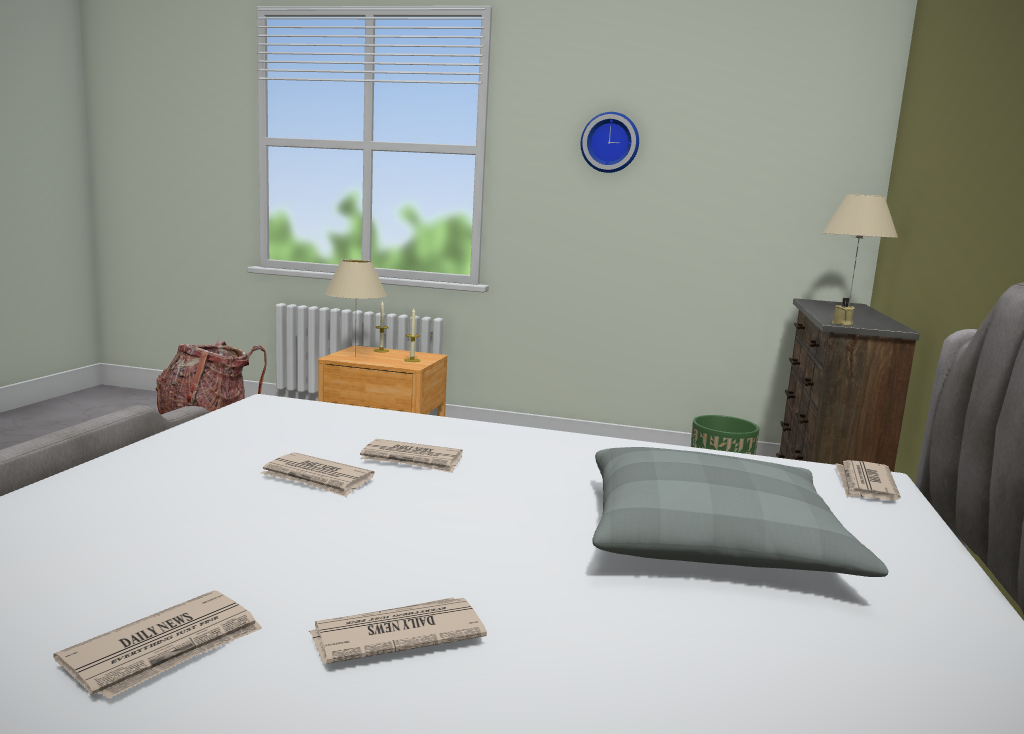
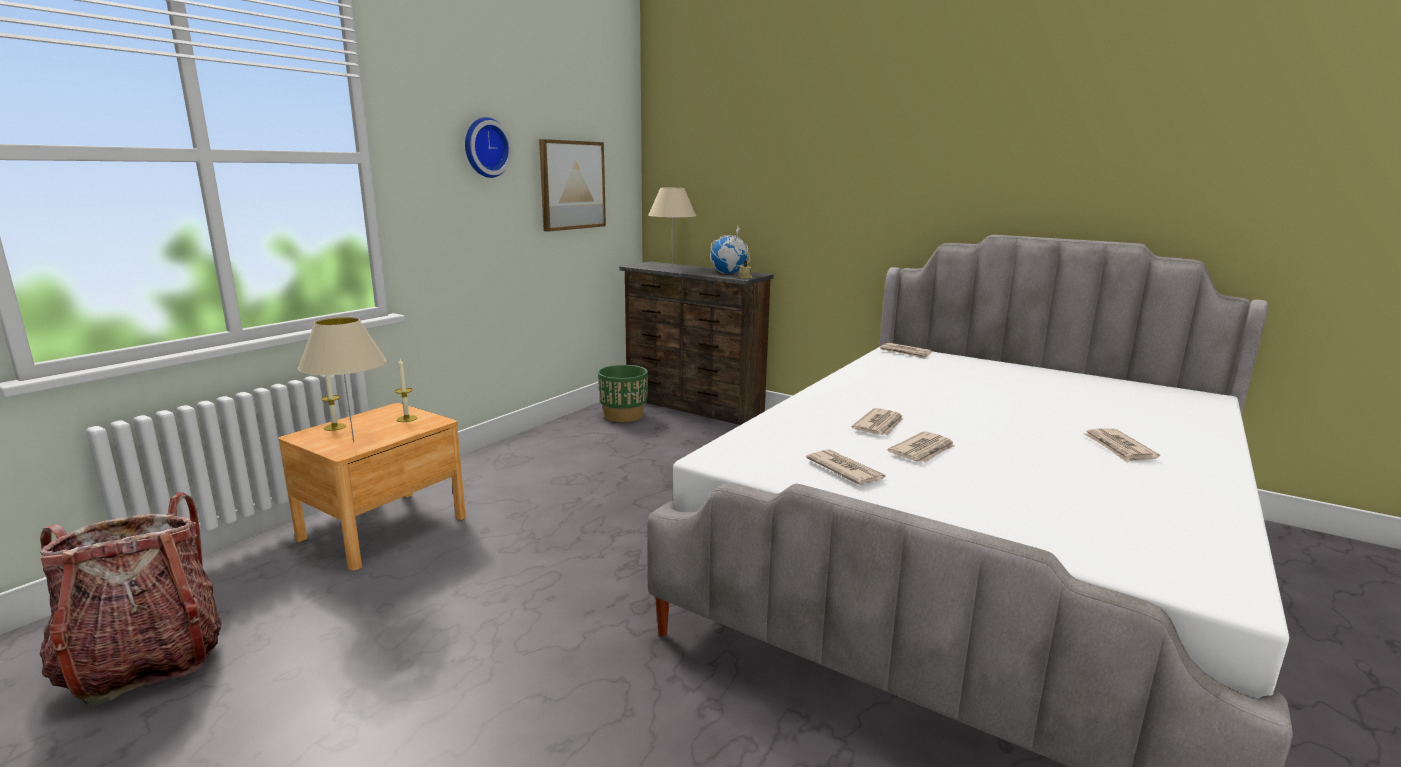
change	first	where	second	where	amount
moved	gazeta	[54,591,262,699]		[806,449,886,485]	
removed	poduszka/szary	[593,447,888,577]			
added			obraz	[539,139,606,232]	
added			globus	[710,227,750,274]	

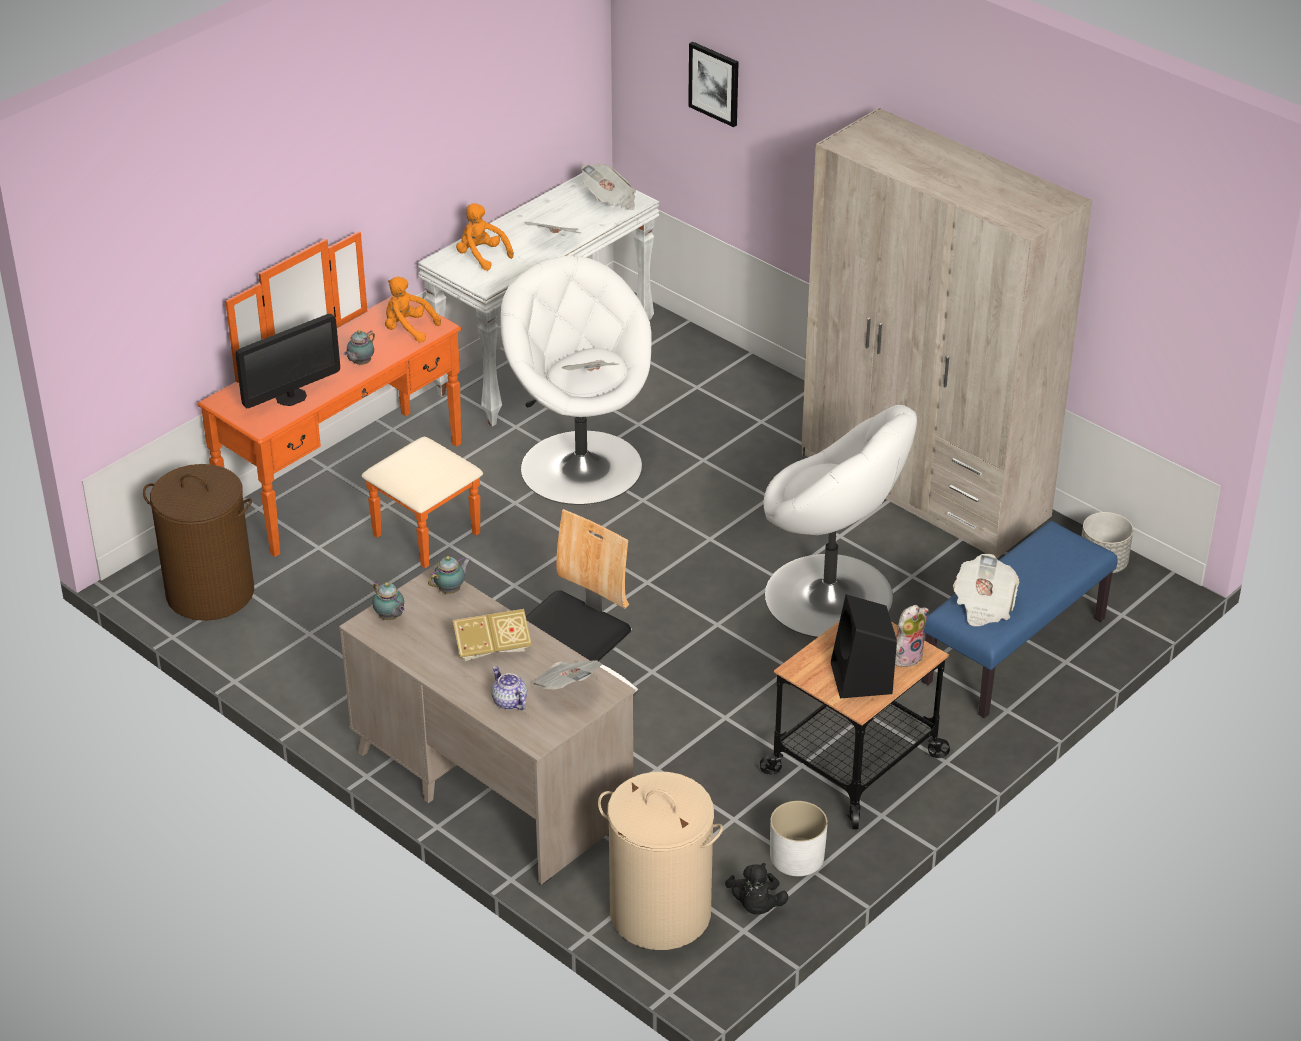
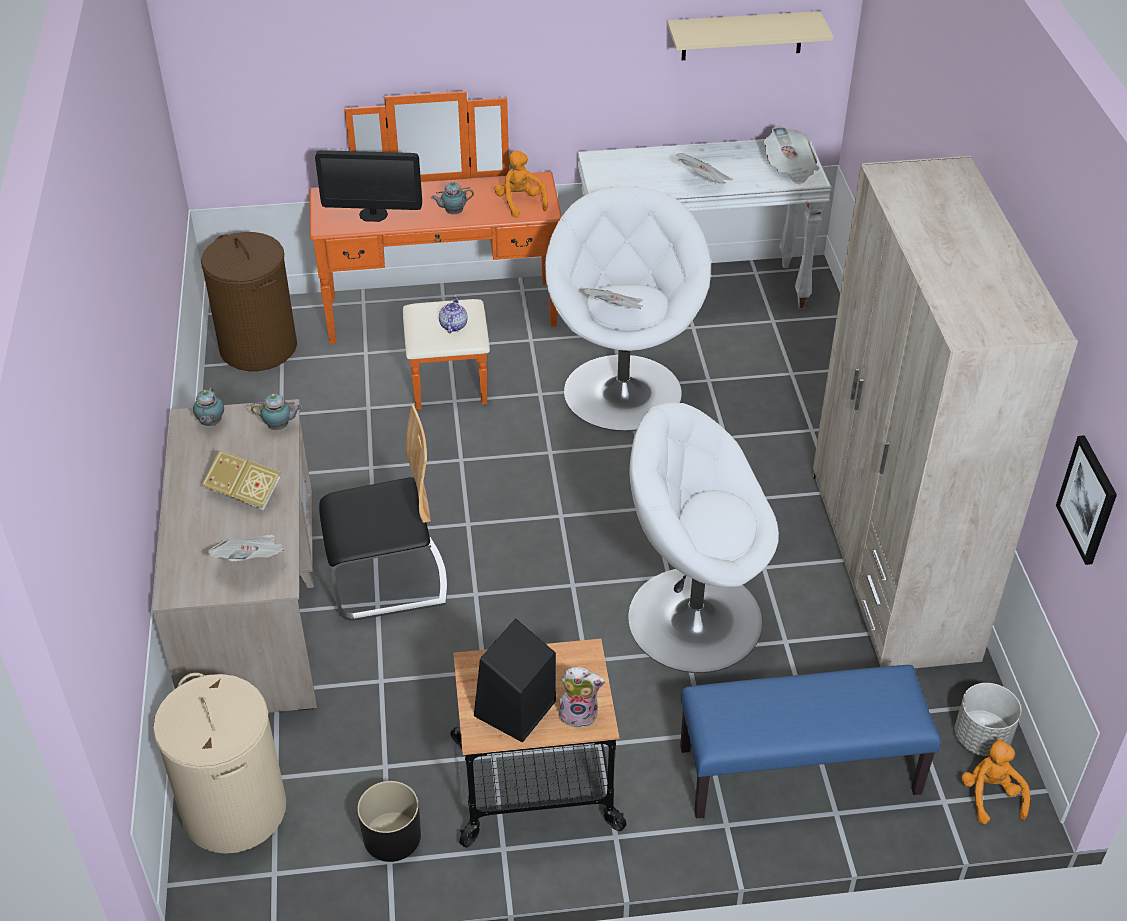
change	first	where	second	where	amount
moved	pluszak/pomarańczowy	[456,203,514,271]		[962,738,1030,824]	
moved	imbryk	[492,666,527,710]		[439,295,468,333]	
moved	obraz	[688,42,738,127]		[1056,435,1117,565]	
removed	pluszak/czarny	[725,863,788,914]			
turned	fotel/biały	[764,405,917,638]		[628,403,779,673]	120 degrees clockwise
recoloured	donica/biały	[770,801,828,876]	donica/czarny	[357,781,421,862]	
removed	gazeta	[953,554,1019,626]			
added			półka/beżowy	[667,11,833,60]	

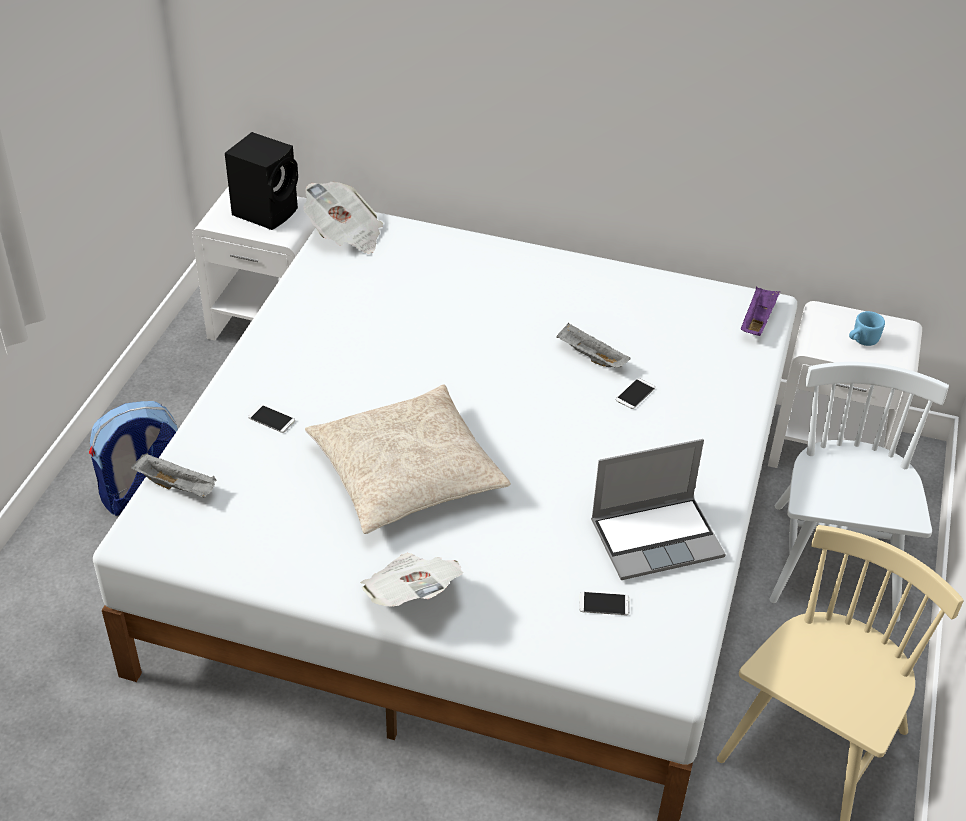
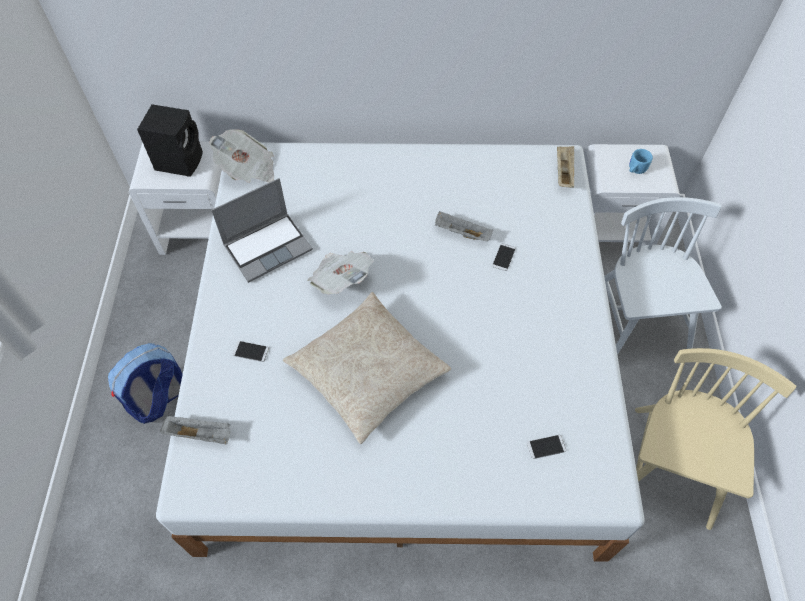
change	first	where	second	where	amount
moved	gazeta	[360,553,464,607]		[307,252,374,294]	
moved	laptop	[591,439,726,580]		[211,178,313,283]	
recoloured	taca/fioletowy	[741,287,780,336]	taca/beżowy	[557,146,574,188]	

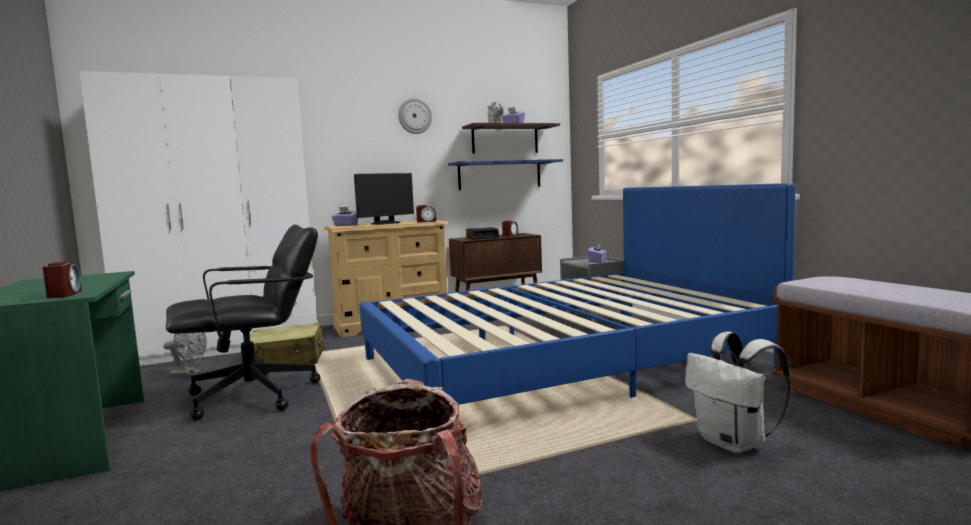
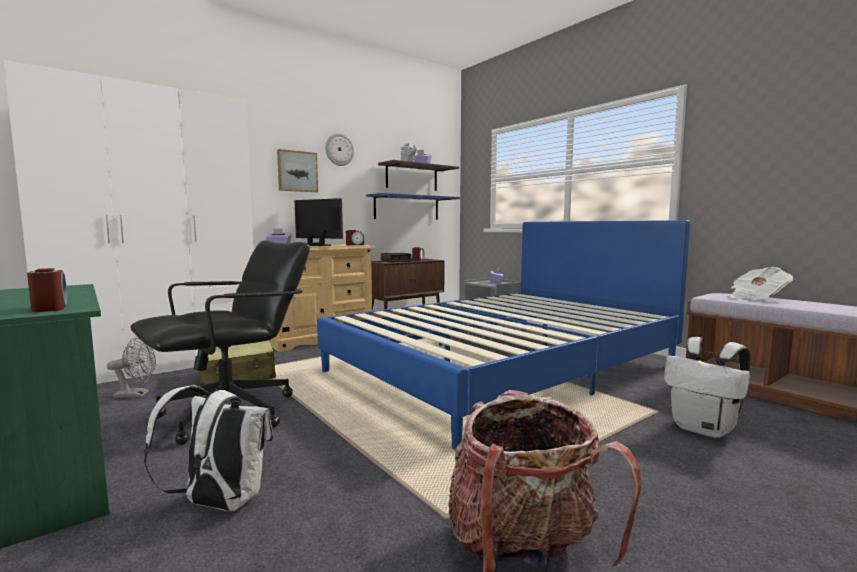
change	first	where	second	where	amount
turned	monitor	[354,173,414,225]		[295,198,343,246]	90 degrees counterclockwise
added			plecak/biały	[144,385,273,511]	
added			obraz	[277,149,318,192]	
added			gazeta	[730,267,793,299]	

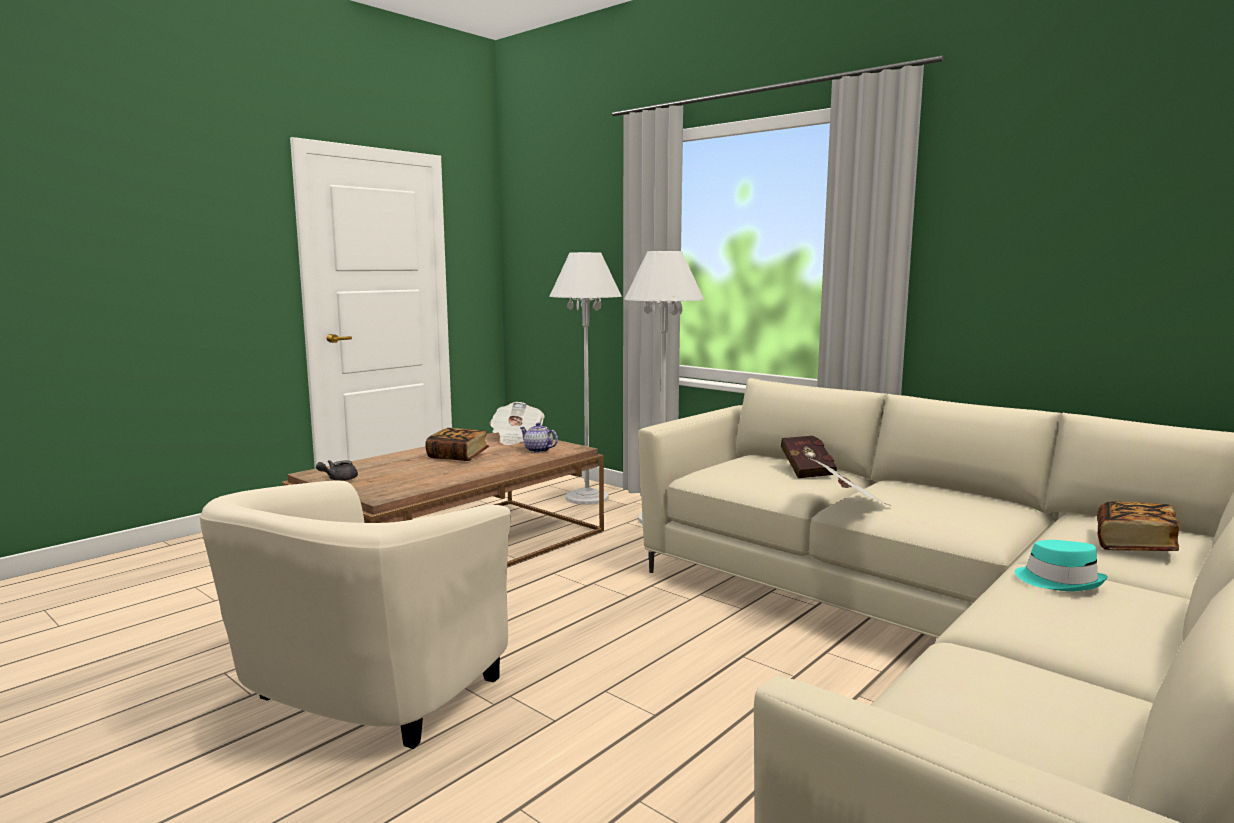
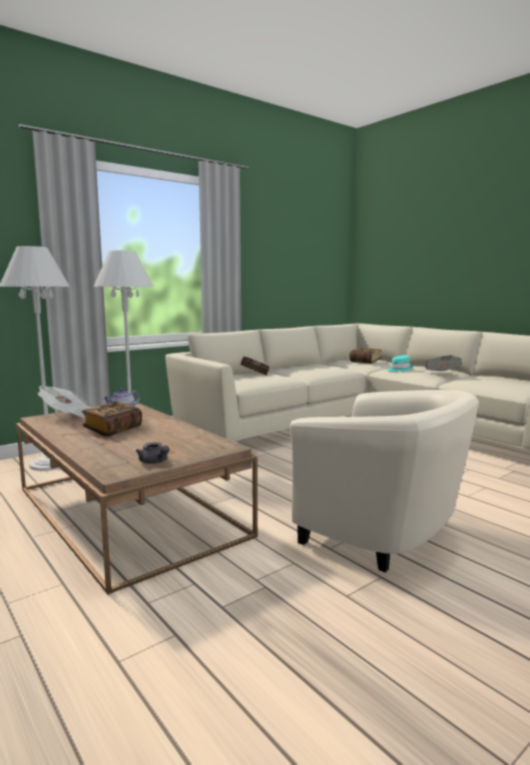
change	first	where	second	where	amount
moved	gazeta	[809,458,893,506]		[425,355,462,371]	

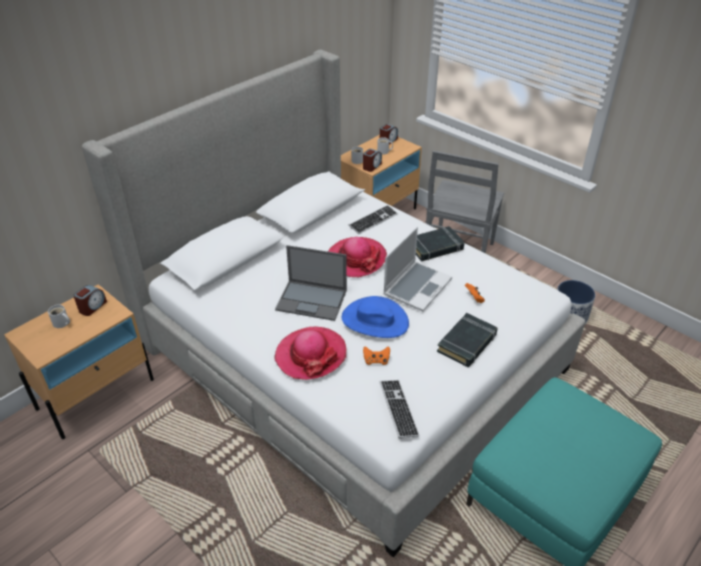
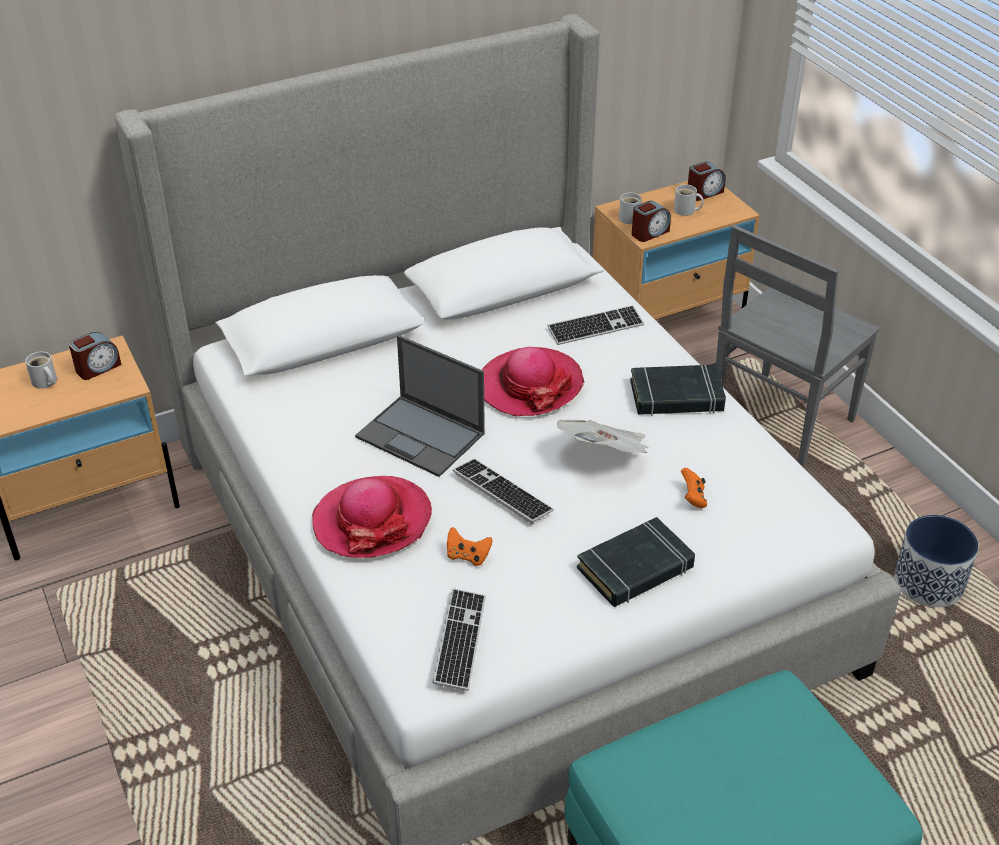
change	first	where	second	where	amount
replaced	kapelusz/niebieski	[342,296,409,338]	klawiatura	[453,458,554,524]	
replaced	laptop	[383,227,452,311]	gazeta	[557,420,649,453]	

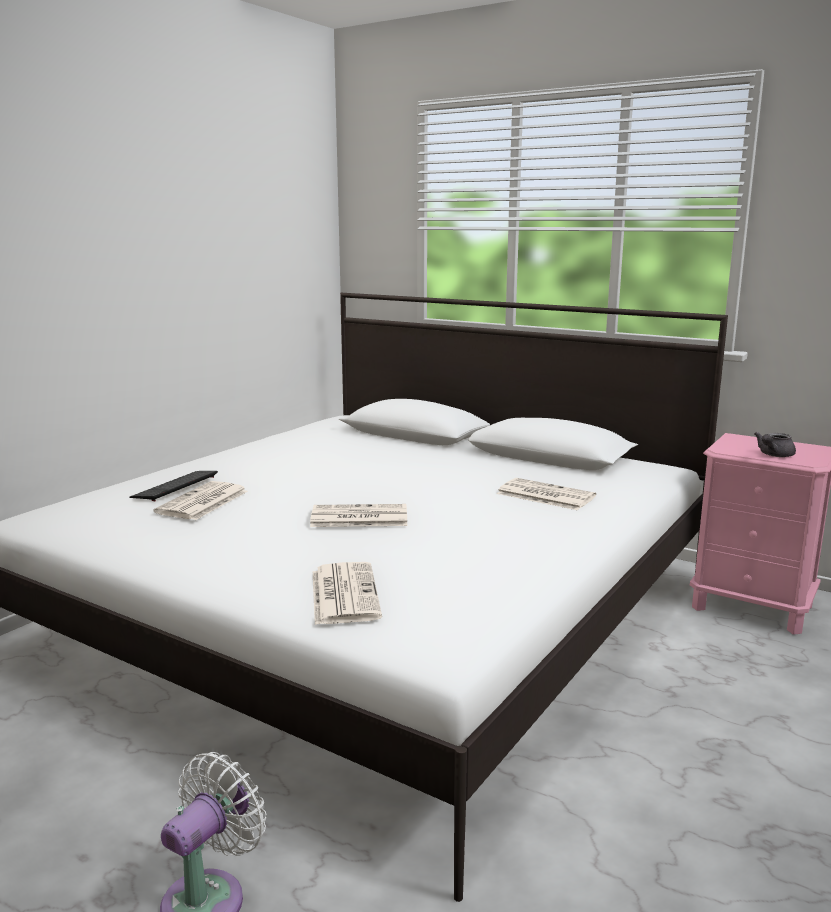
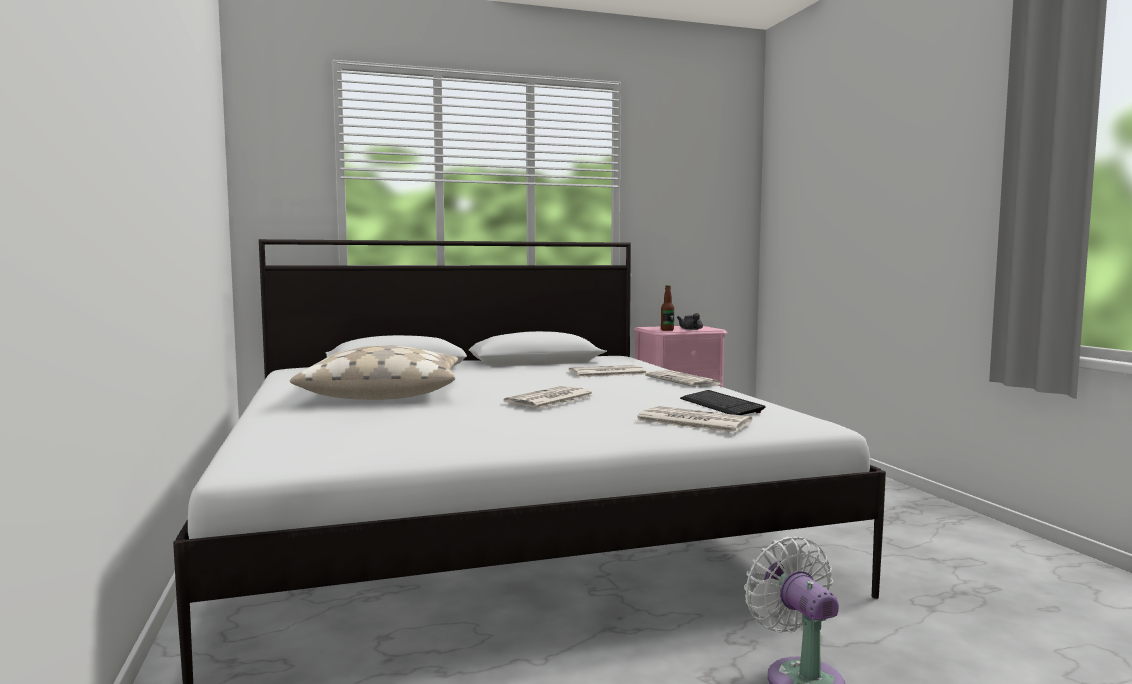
change	first	where	second	where	amount
moved	klawiatura	[129,471,218,501]		[680,390,766,415]	
moved	gazeta	[154,481,248,520]		[645,370,721,387]	
added			poduszka/beżowy	[290,345,458,400]	
added			butelka	[661,285,674,331]	

